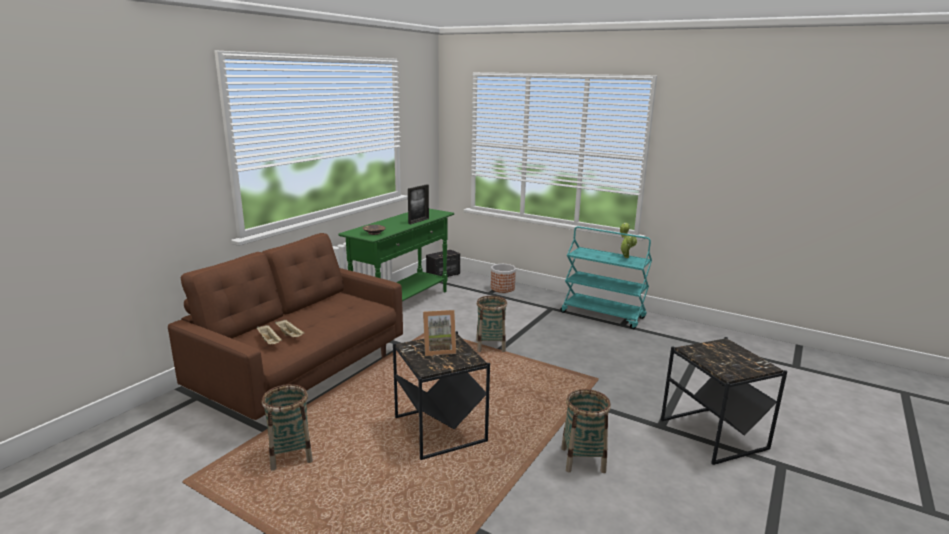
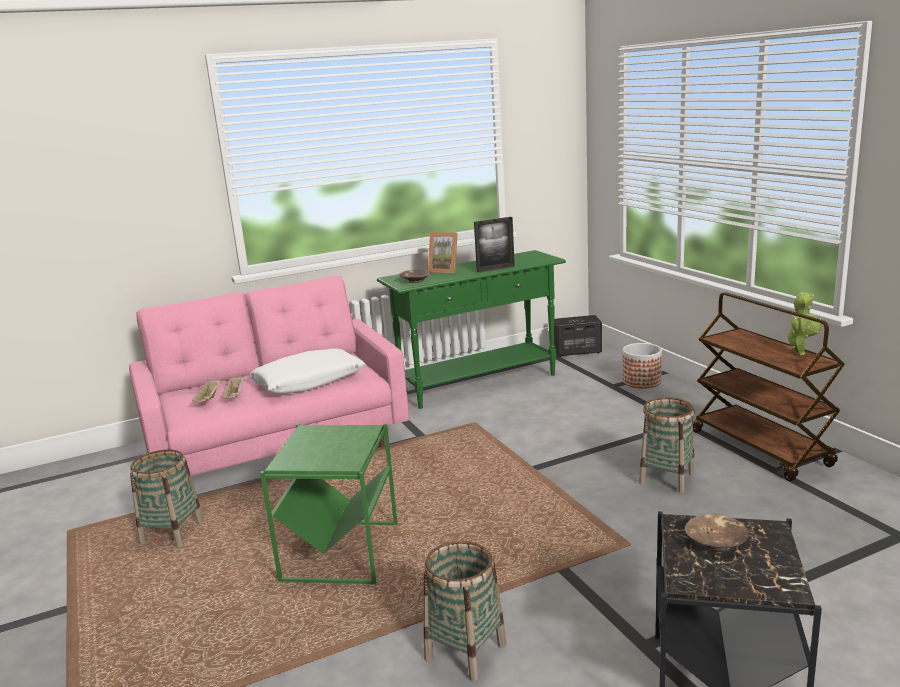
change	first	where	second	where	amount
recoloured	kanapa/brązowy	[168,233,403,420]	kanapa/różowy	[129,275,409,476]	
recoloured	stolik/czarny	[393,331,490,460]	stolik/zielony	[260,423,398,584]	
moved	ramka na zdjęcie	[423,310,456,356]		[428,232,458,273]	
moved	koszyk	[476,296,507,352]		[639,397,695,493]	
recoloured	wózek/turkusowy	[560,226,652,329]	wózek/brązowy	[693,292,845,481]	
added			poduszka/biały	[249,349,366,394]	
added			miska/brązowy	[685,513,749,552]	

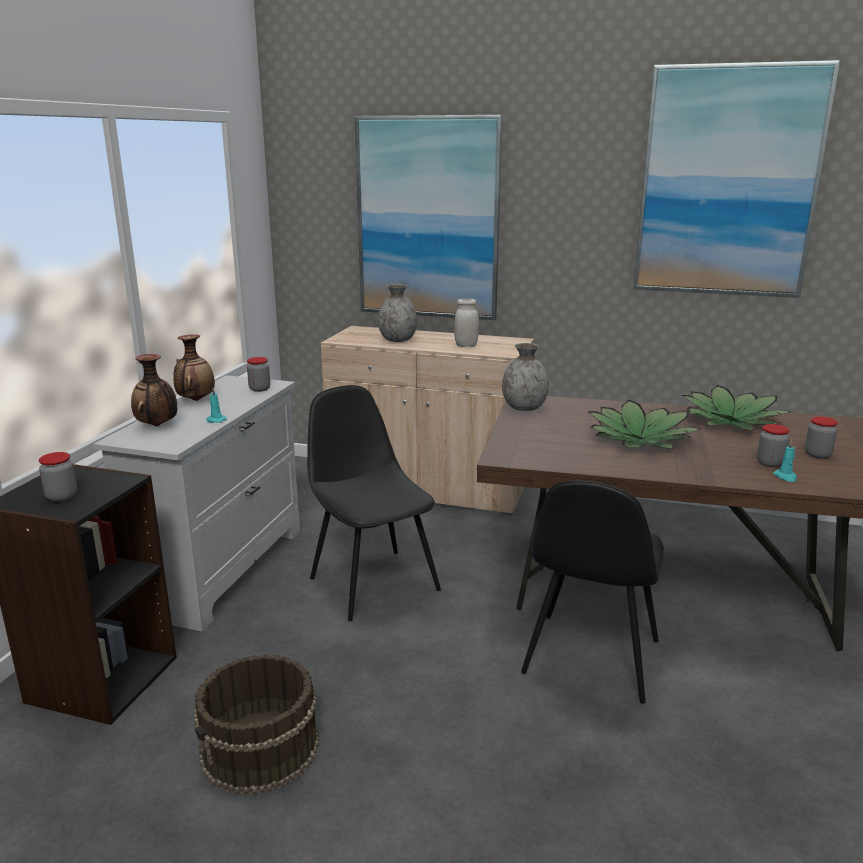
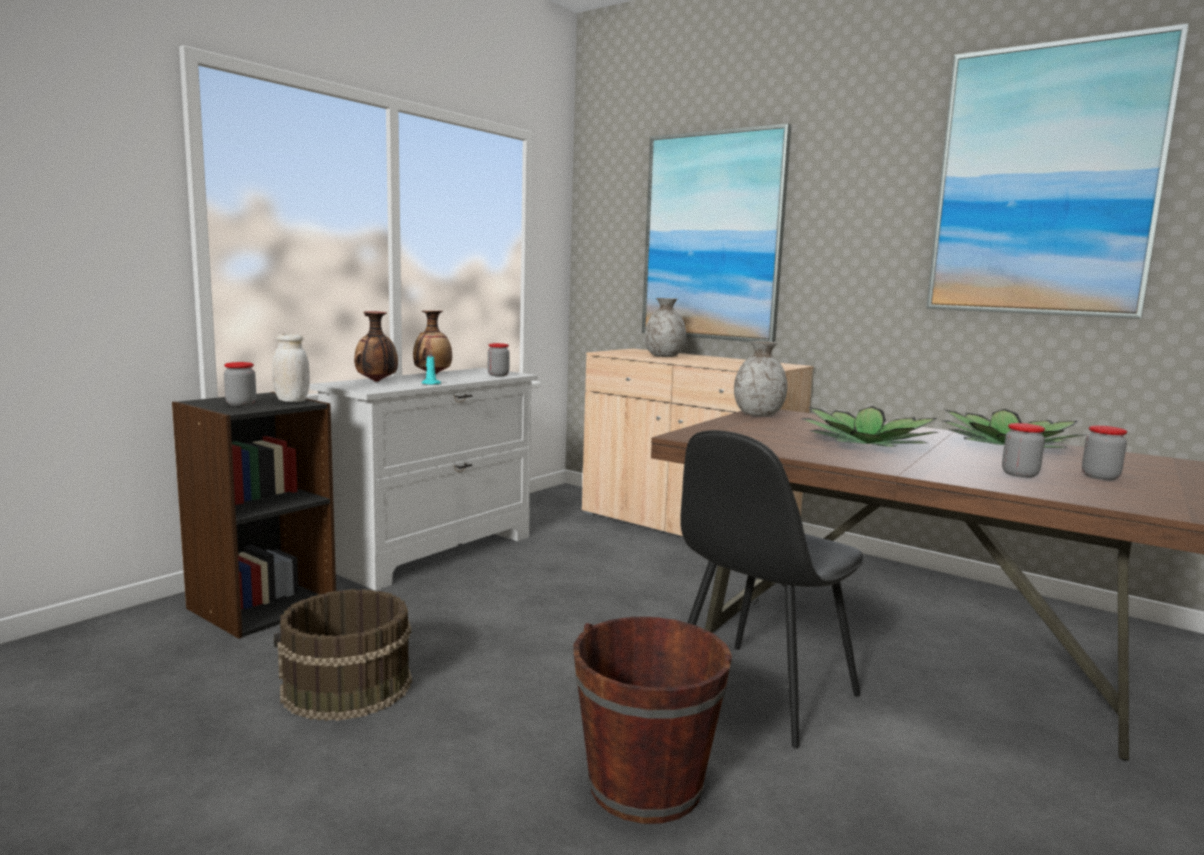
change	first	where	second	where	amount
removed	krzesło/czarny	[307,385,441,621]			
moved	słoik/biały	[454,299,479,347]		[272,334,310,402]	
removed	świeca/turkusowy	[773,440,797,482]			
added			wiadro/brązowy	[573,617,732,824]	

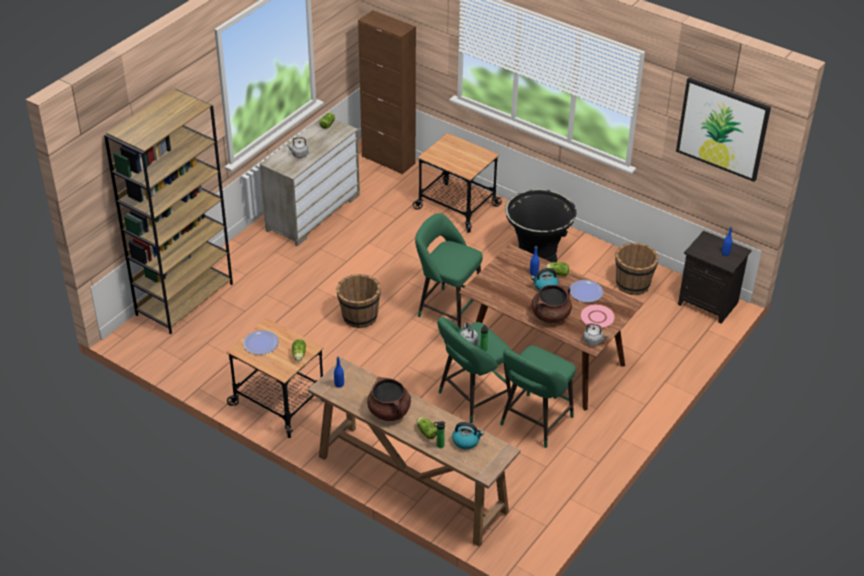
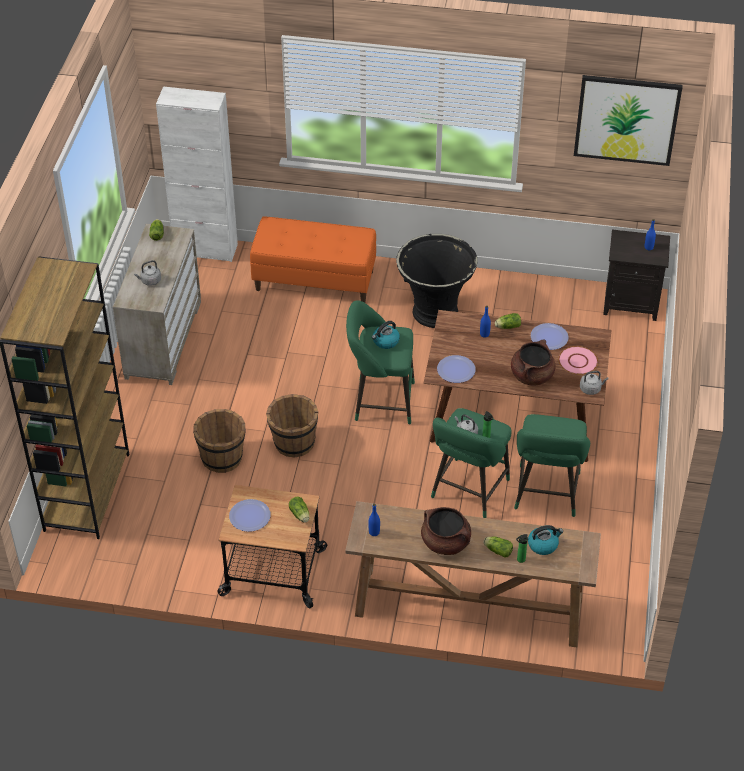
change	first	where	second	where	amount
recoloured	szafka/brązowy	[358,10,416,174]	szafka/biały	[156,86,238,262]	
replaced	wózek	[413,133,502,233]	ławka/pomarańczowy	[250,217,376,303]	
moved	czajnik	[531,268,558,291]		[372,321,400,349]	
moved	wiadro/brązowy	[615,243,659,295]		[193,409,246,473]	
added			talerz	[437,355,476,383]	

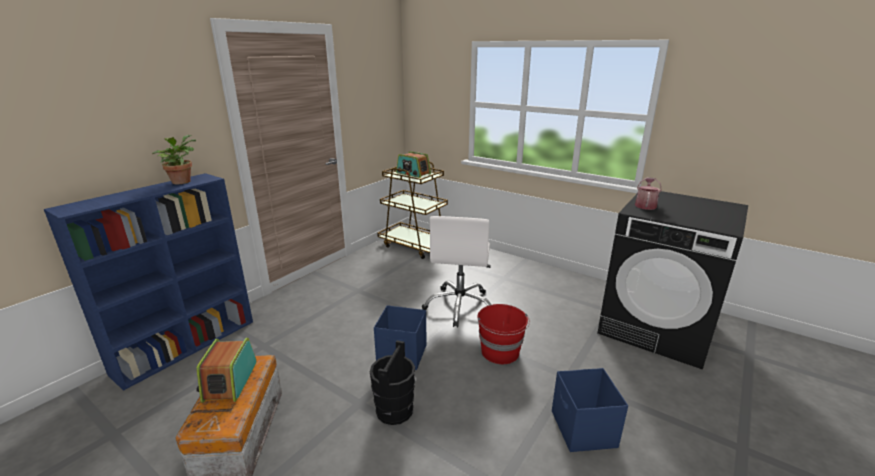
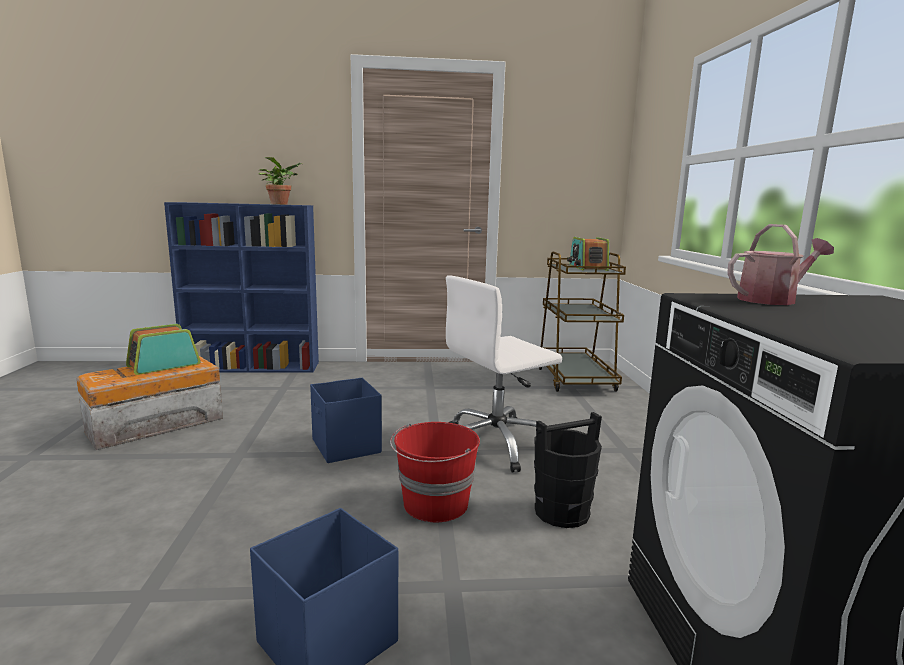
change	first	where	second	where	amount
moved	wiadro/czarny	[370,340,415,425]		[534,412,602,528]	

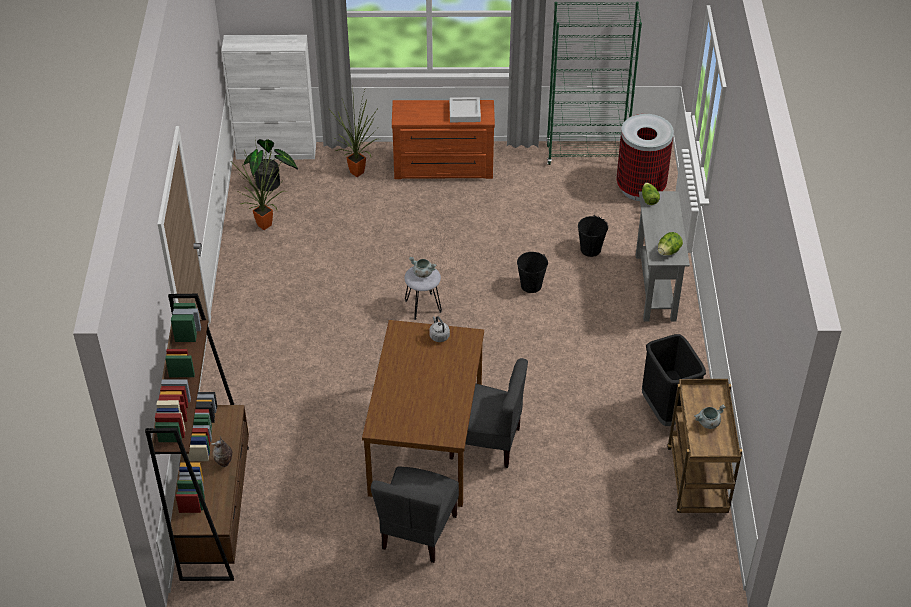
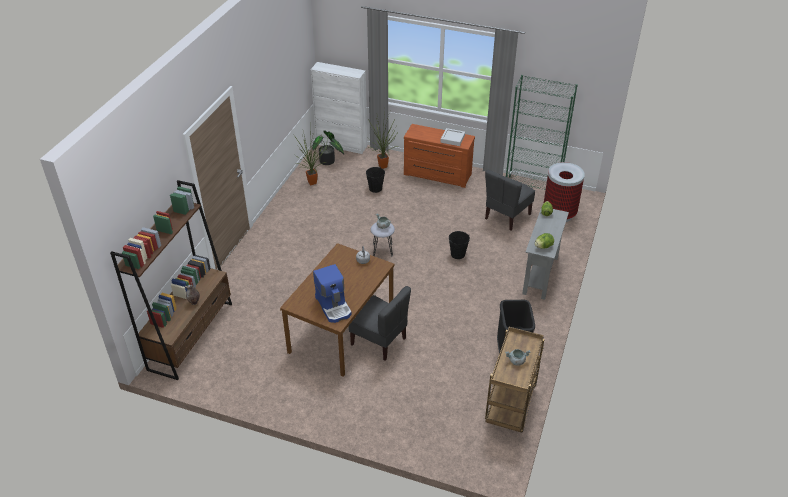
change	first	where	second	where	amount
moved	krzesło/szary	[371,467,459,563]		[485,170,535,231]	
moved	wiadro/czarny	[578,215,608,257]		[366,167,385,193]	
added			ekspres do kawy	[313,264,352,323]	

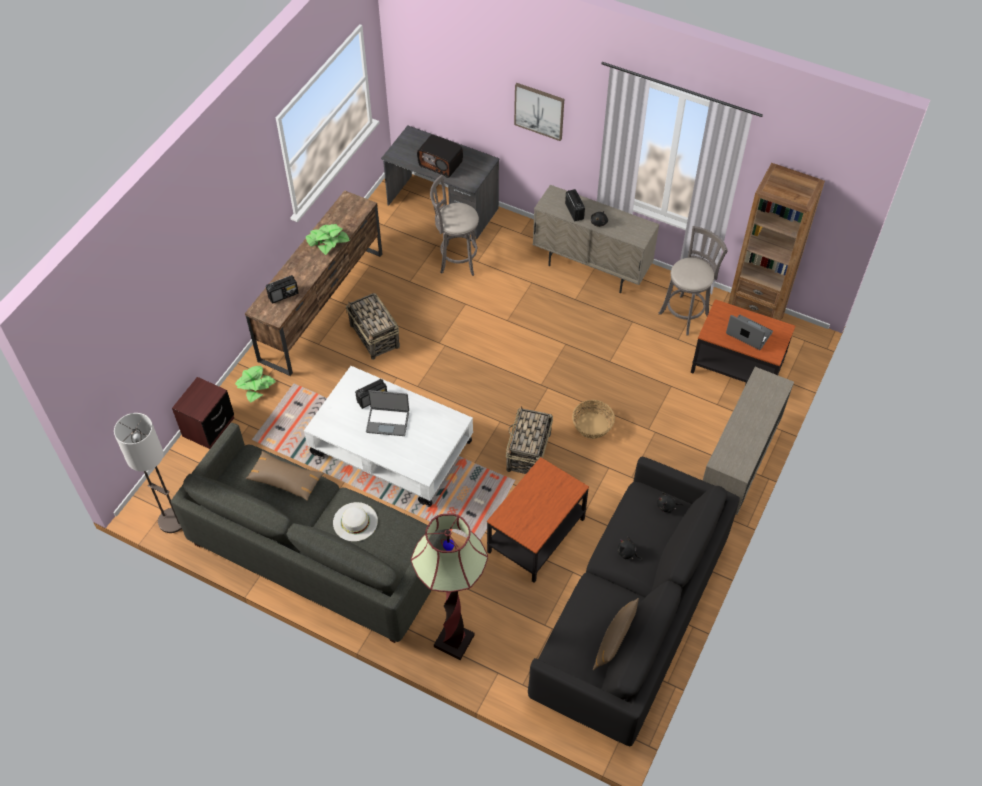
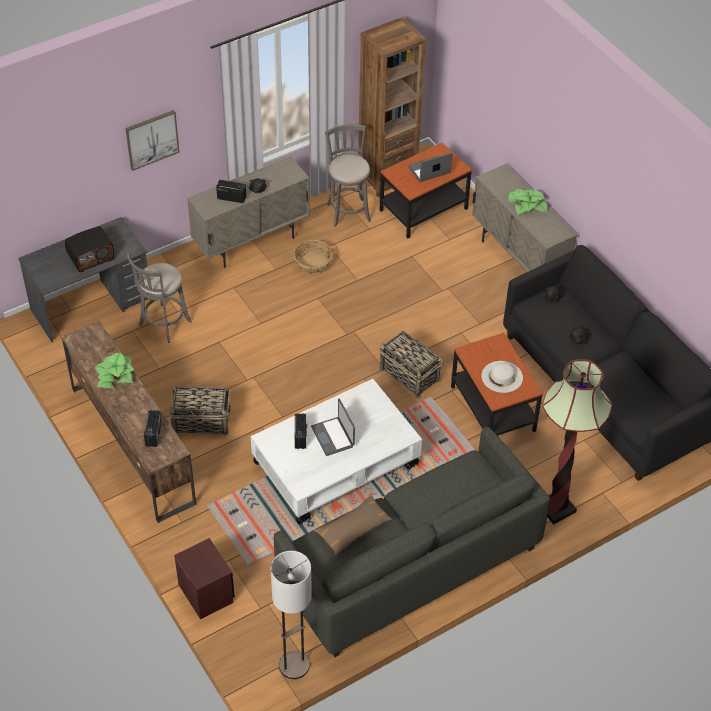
change	first	where	second	where	amount
moved	roślina doniczkowa	[235,366,276,403]		[508,189,547,215]	
moved	kapelusz/biały	[333,502,378,541]		[482,361,523,393]	
turned	laptop	[366,390,409,436]		[311,398,355,456]	120 degrees clockwise
moved	koszyk	[572,400,615,439]		[293,240,333,274]	
removed	poduszka/brązowy	[593,598,639,671]			

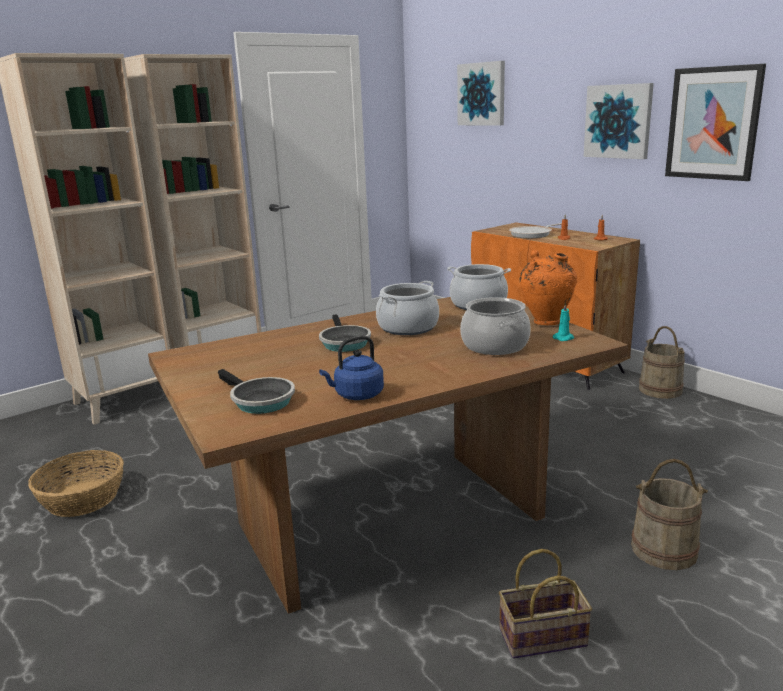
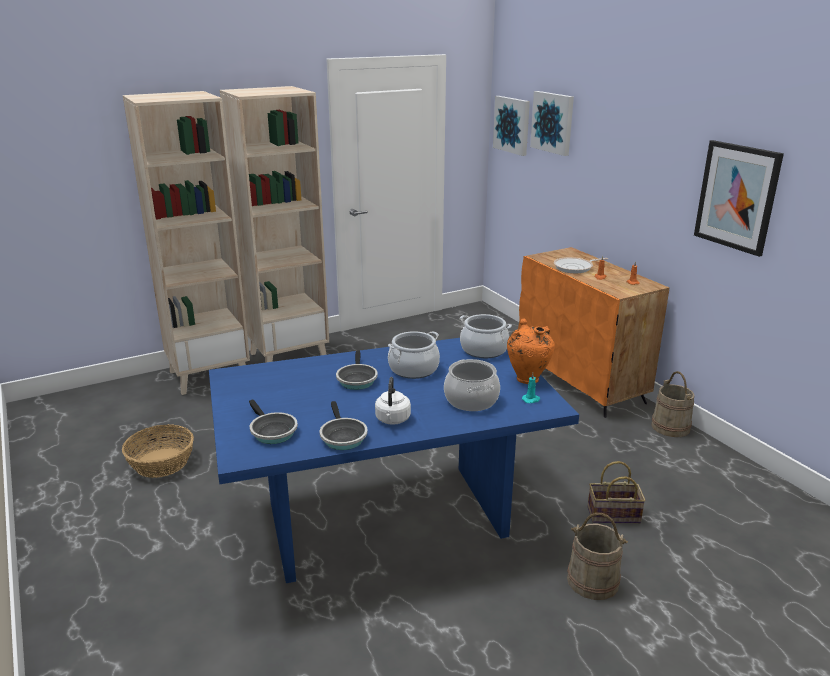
change	first	where	second	where	amount
recoloured	stół jadalny/brązowy	[148,297,628,614]	stół jadalny/niebieski	[209,338,579,583]	
replaced	czajnik/niebieski	[319,336,384,400]	patelnia	[320,401,368,450]	
moved	koszyk	[499,549,592,659]		[587,461,646,523]	
moved	obraz	[584,83,654,159]		[493,96,530,156]	
added			czajnik/biały	[375,377,411,425]	

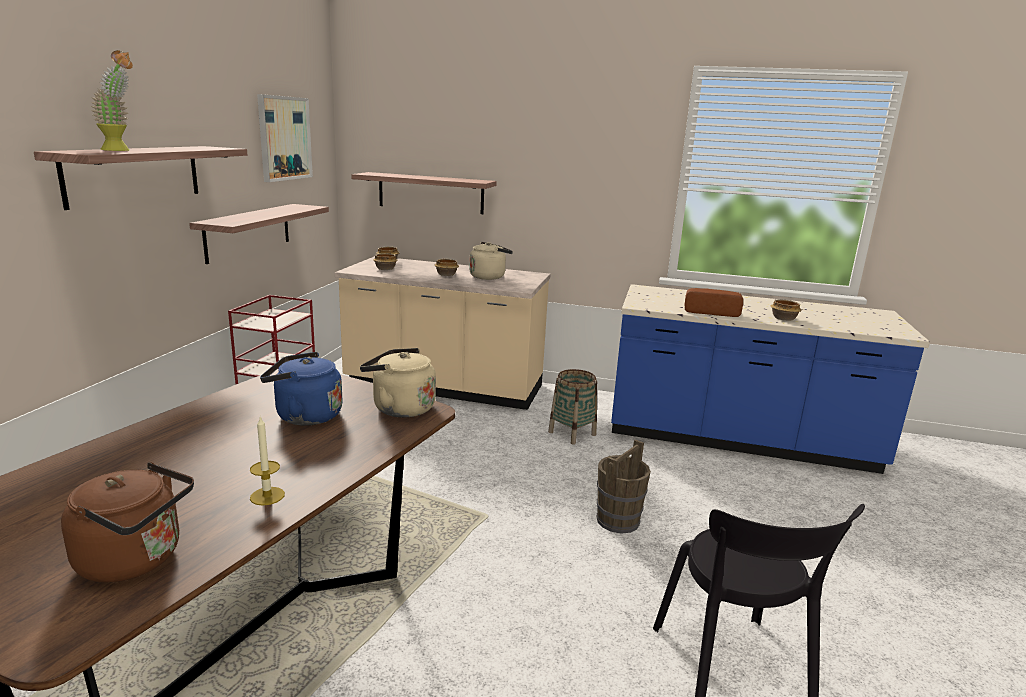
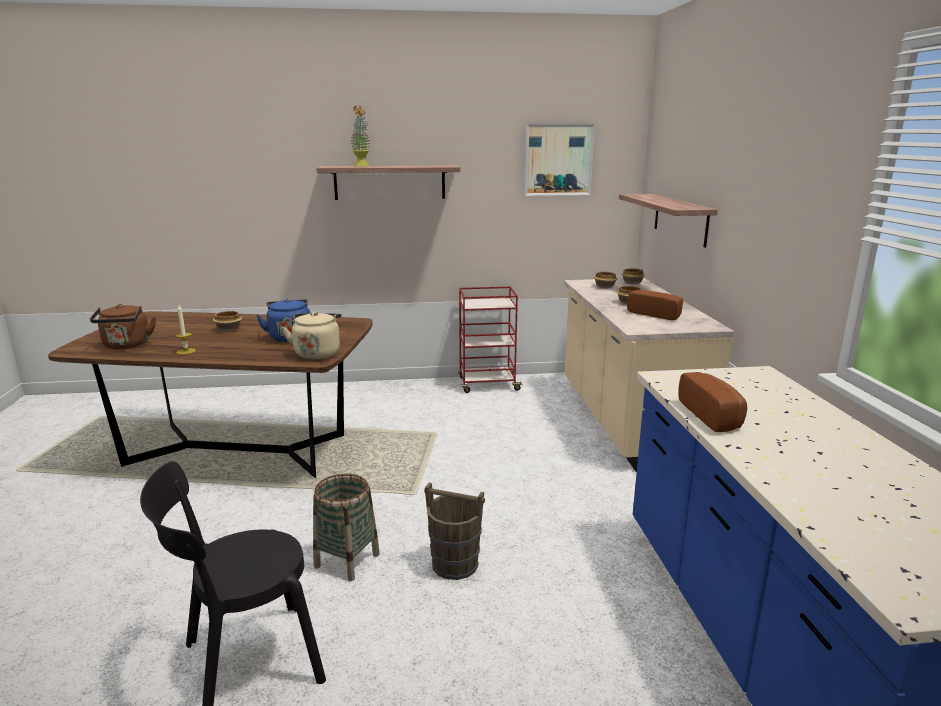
change	first	where	second	where	amount
removed	półka	[189,204,329,264]			
replaced	czajnik/beżowy	[469,242,513,280]	chleb	[627,290,683,320]	
moved	koszyk	[548,369,597,445]		[313,474,380,581]	
moved	miska	[770,299,802,321]		[213,311,242,331]	

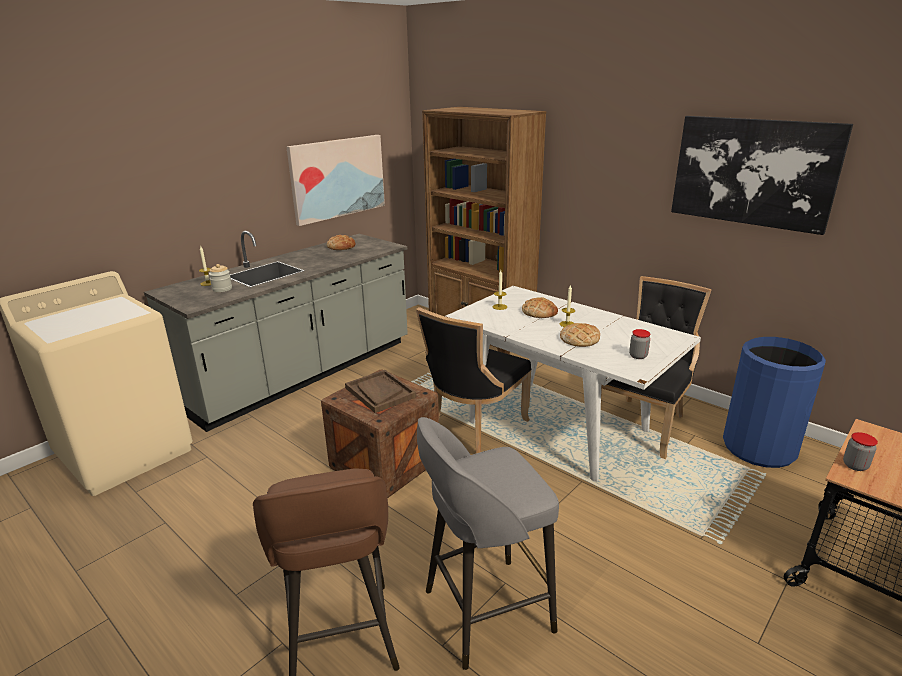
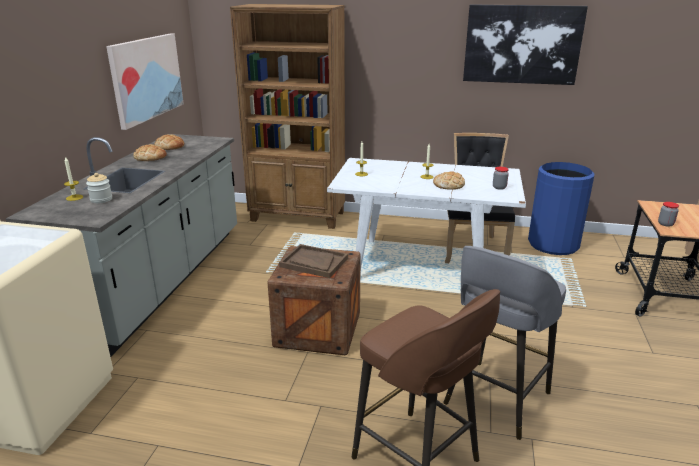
change	first	where	second	where	amount
removed	krzesło/czarny	[416,307,531,453]			
moved	chleb	[522,297,558,318]		[133,144,167,161]	

